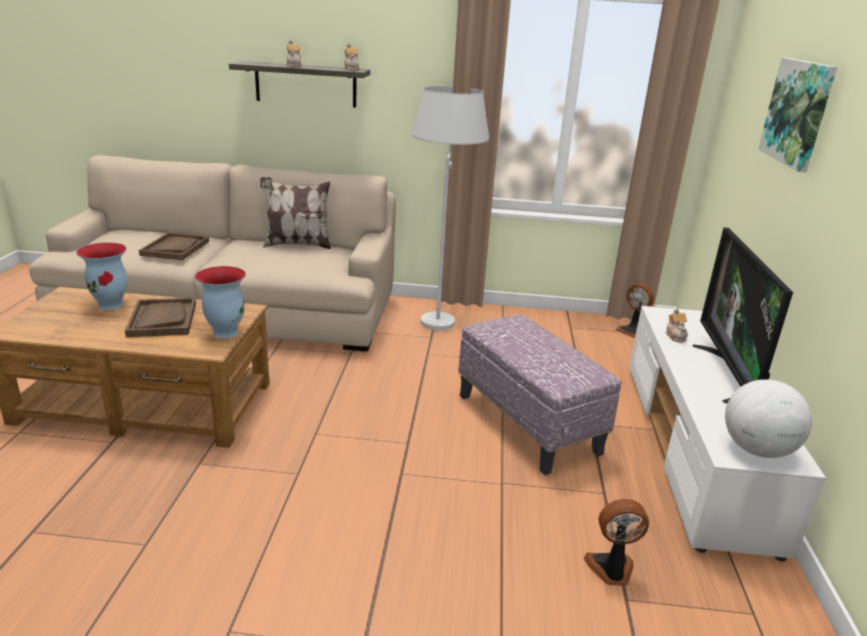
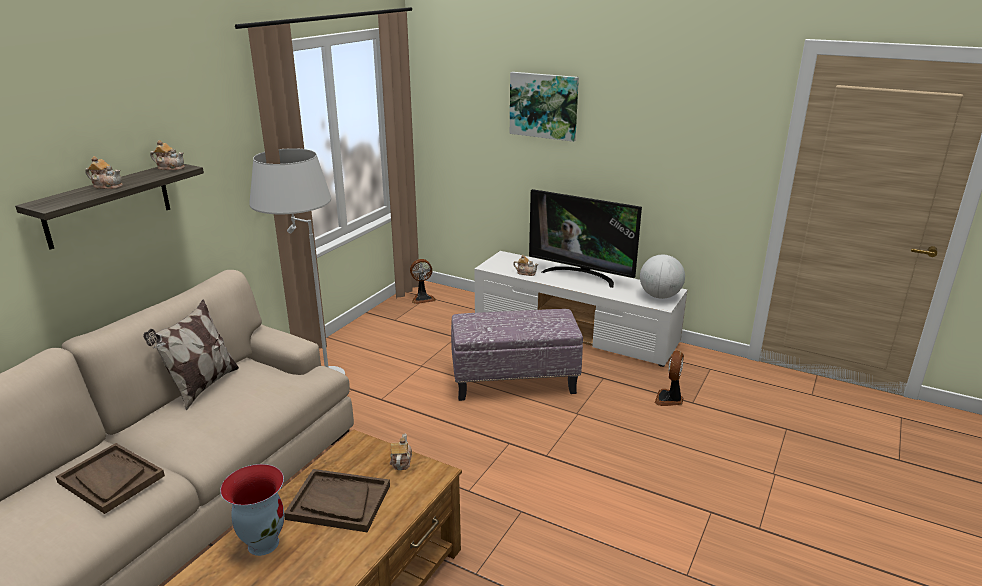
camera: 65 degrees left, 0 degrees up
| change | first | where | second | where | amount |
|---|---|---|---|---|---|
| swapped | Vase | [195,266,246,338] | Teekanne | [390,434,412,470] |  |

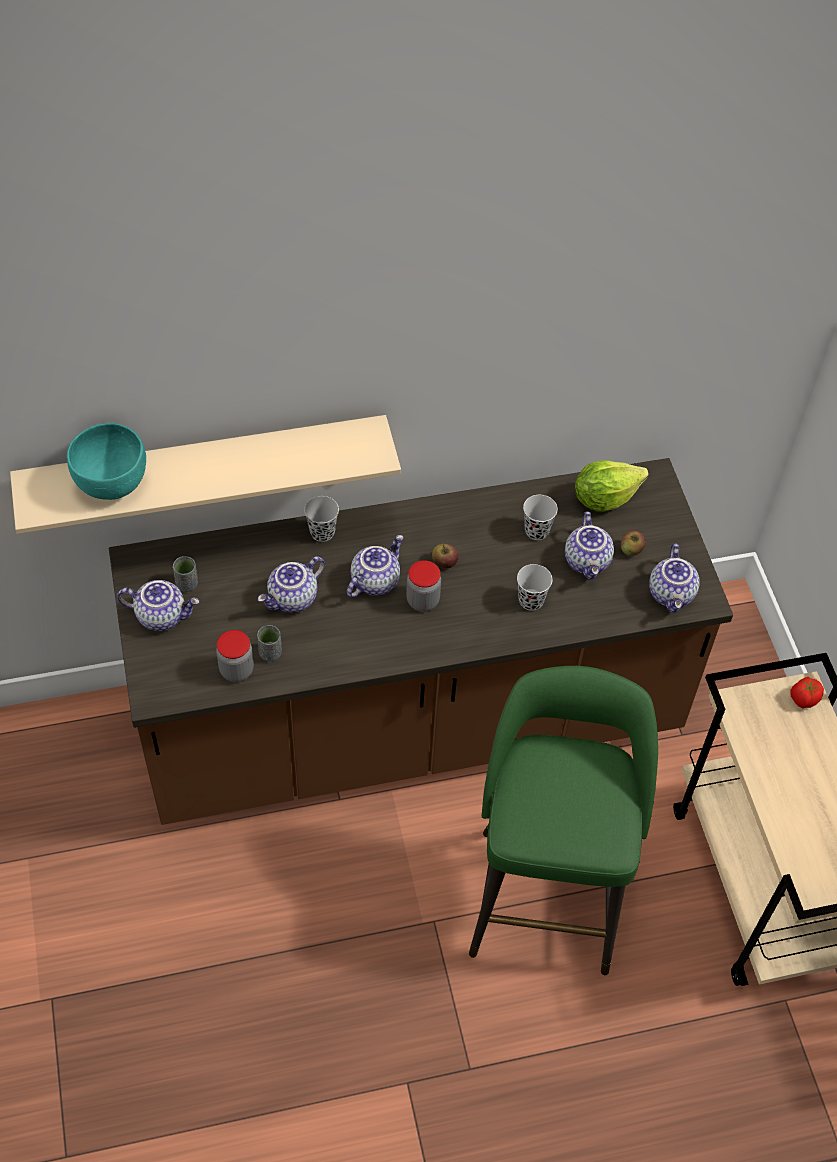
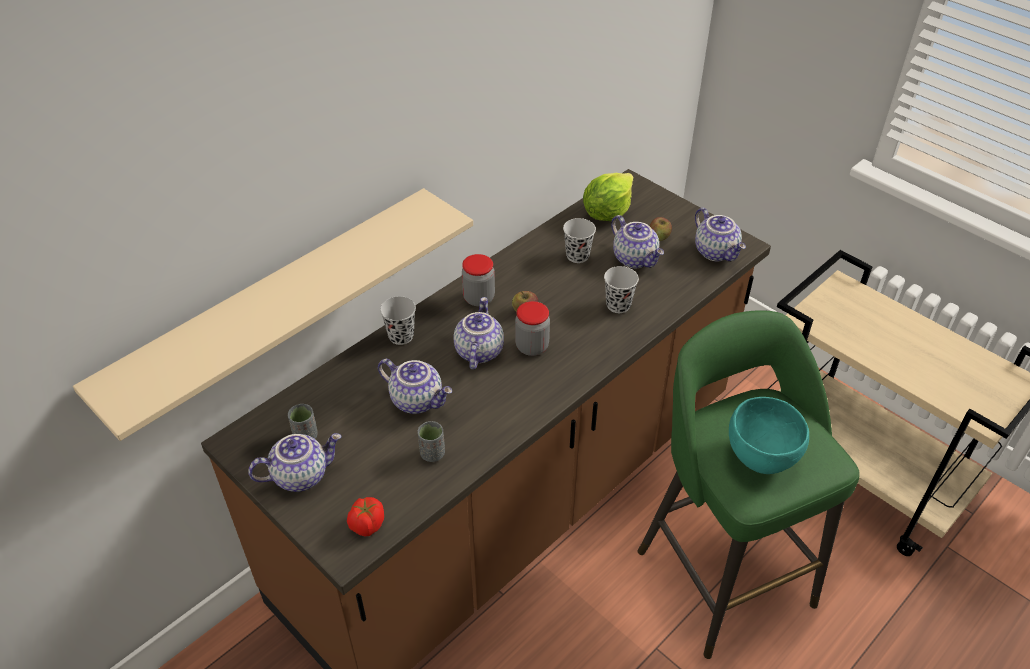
camera: 30 degrees left, 10 degrees down
| change | first | where | second | where | amount |
|---|---|---|---|---|---|
| shifted | Schüssel/türkis | [67,423,146,500] |  | [729,397,809,474] |  |
| shifted | Vorratsglas | [216,630,254,682] |  | [462,254,495,306] |  |
| shifted | Tomate | [790,677,824,708] |  | [347,497,384,536] |  |
| rotated | Teekanne | [258,556,325,613] |  | [378,359,452,414] | 75 degrees counterclockwise |

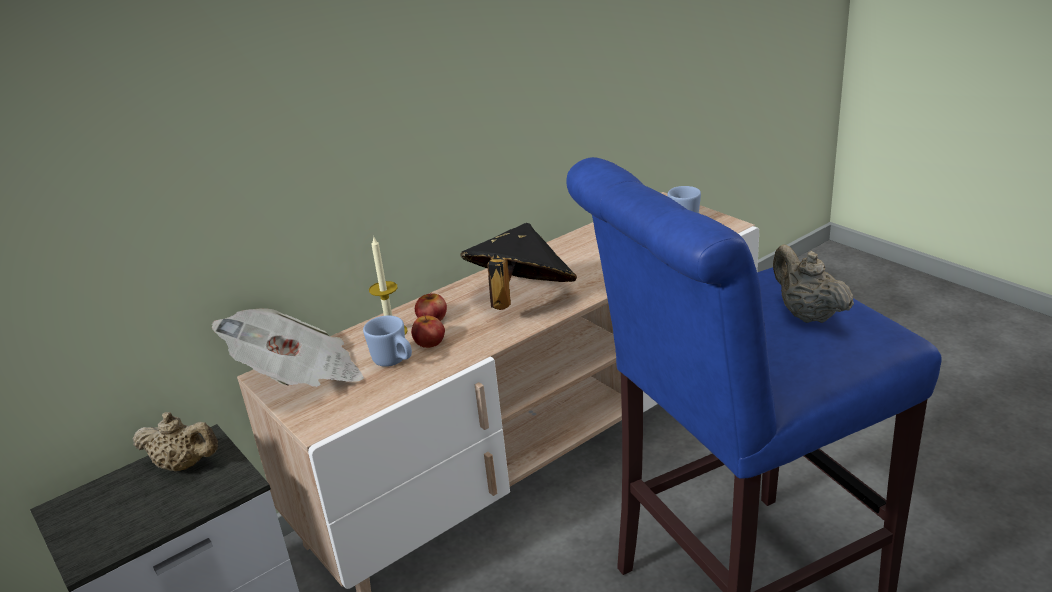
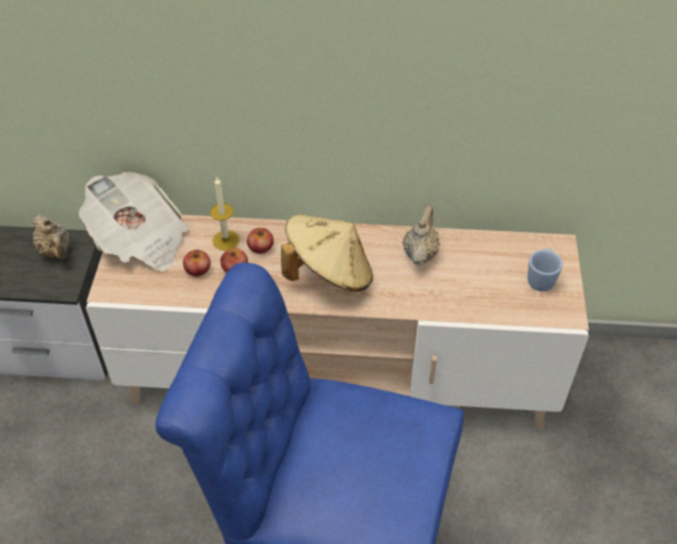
camera: 40 degrees right, 20 degrees up
| change | first | where | second | where | amount |
|---|---|---|---|---|---|
| shifted | Teekanne/beige | [773,245,854,323] |  | [403,206,440,266] |  |
| swapped | Henkelbecher/blau | [363,316,412,367] | Apfel | [183,250,211,277] |  |
| repainted | Hut/schwarz | [460,223,577,310] | Hut/beige | [281,215,373,292] |  |

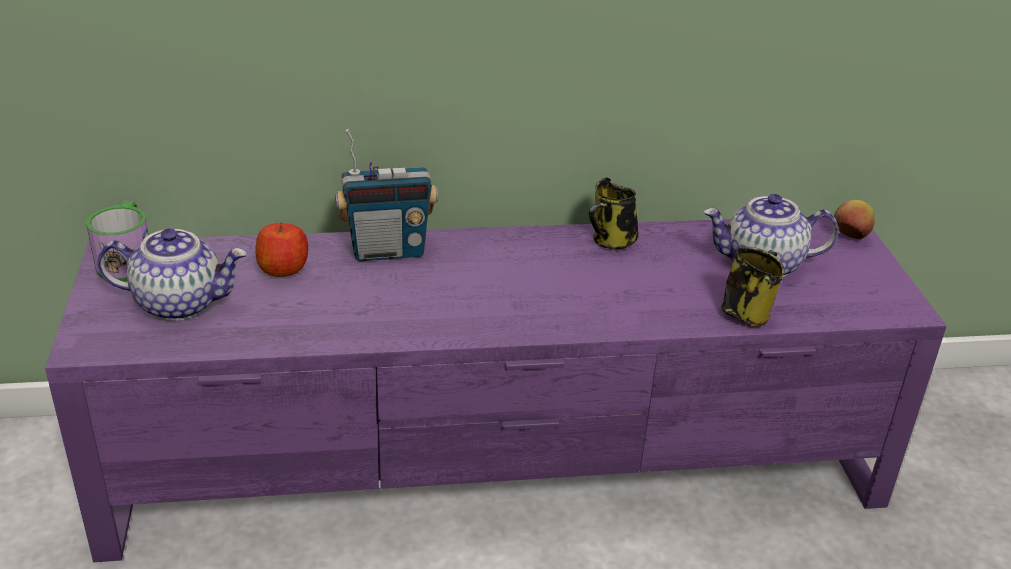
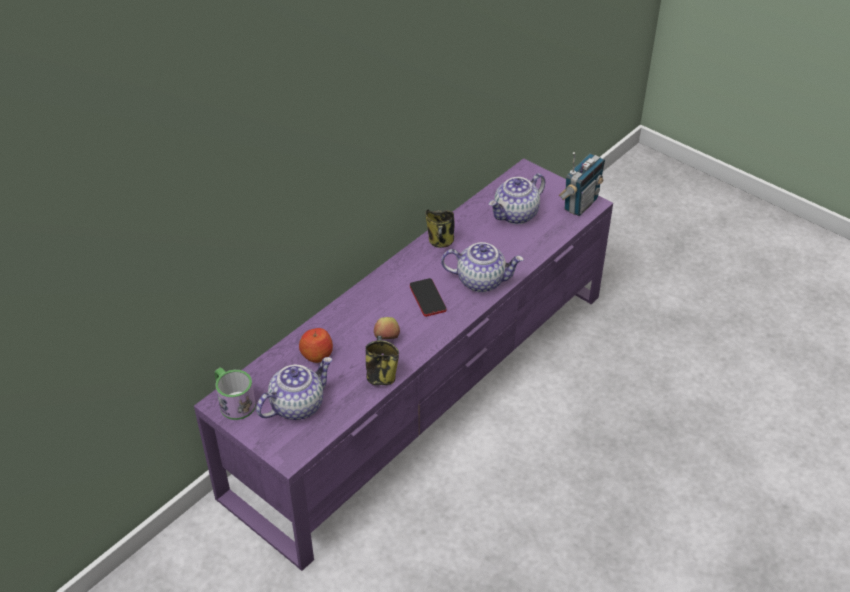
camera: 40 degrees left, 10 degrees up
| change | first | where | second | where | amount |
|---|---|---|---|---|---|
| new |  |  | Handy | [410,278,447,317] |  |
| new |  |  | Teekanne | [441,242,524,292] |  |
| shifted | Radio | [335,129,438,261] |  | [559,152,605,216] |  |
| shifted | Henkelbecher | [721,246,785,327] |  | [366,336,399,385] |  |
| shifted | Apfel | [834,200,875,239] |  | [374,317,400,339] |  |

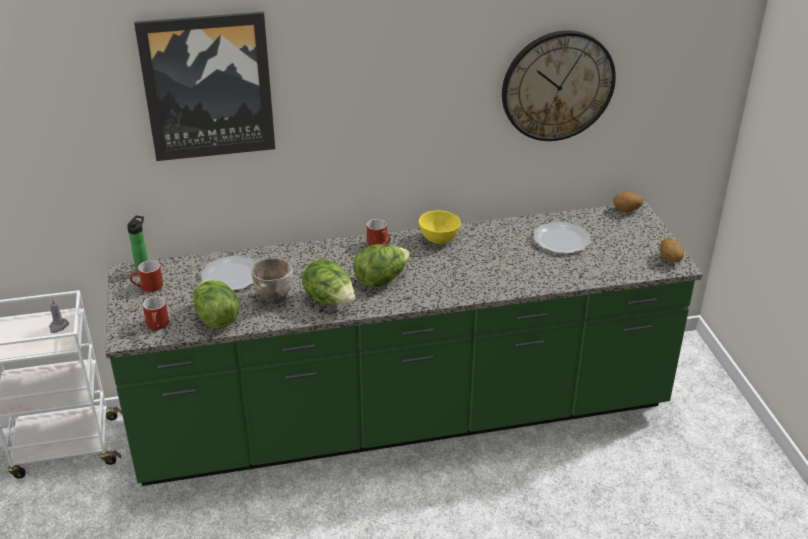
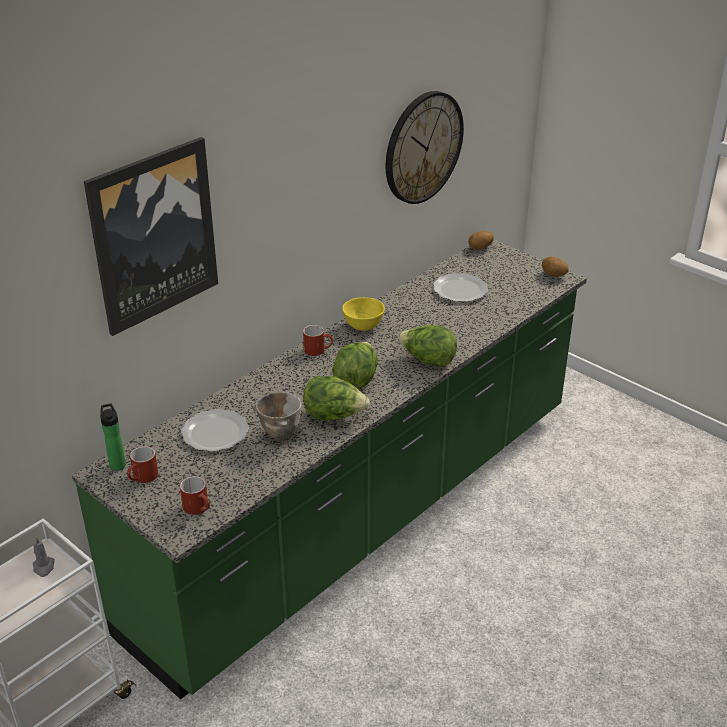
camera: 35 degrees left, 0 degrees up
| change | first | where | second | where | amount |
|---|---|---|---|---|---|
| shifted | Salatkopf | [193,280,239,329] |  | [397,325,457,367] |  |

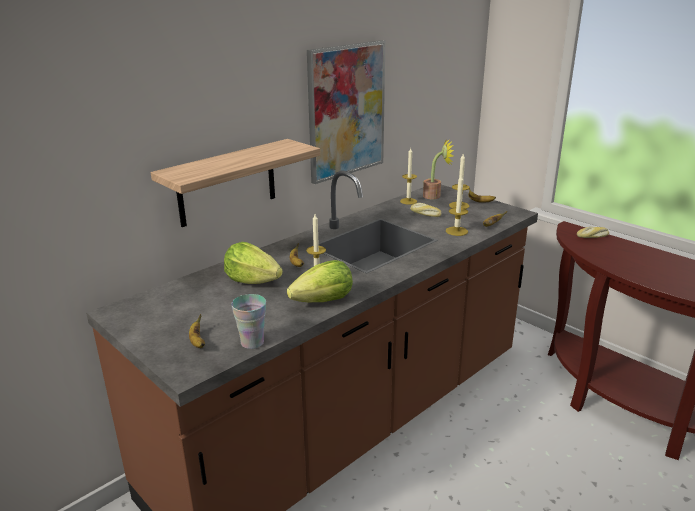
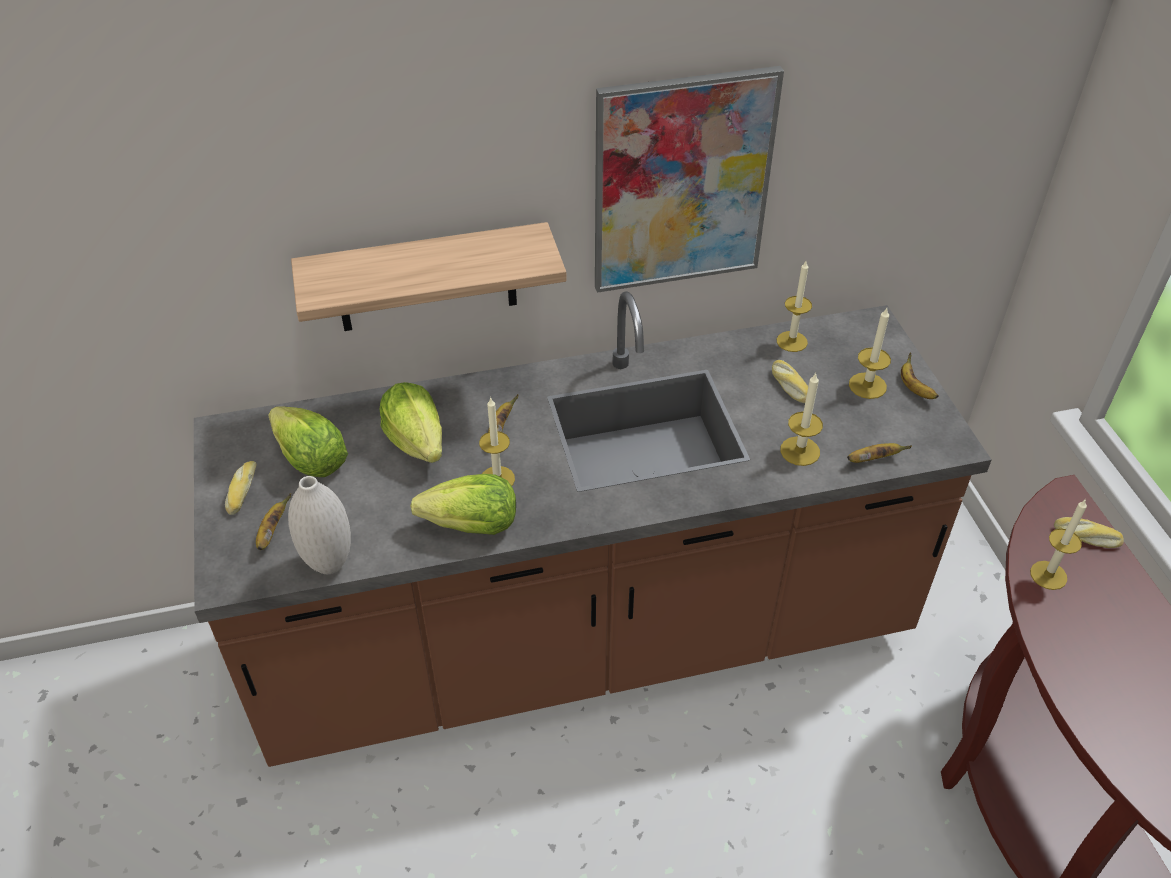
camera: 30 degrees right, 20 degrees up
| change | first | where | second | where | amount |
|---|---|---|---|---|---|
| gone | Topfpflanze | [423,139,454,199] |  |  |  |
| new |  |  | Brot | [225,461,257,515] |  |
| new |  |  | Salatkopf | [268,406,348,477] |  |
| new |  |  | Kerze | [1030,499,1087,590] |  |
| swapped | Tasse | [231,294,266,349] | Vase/weiß | [288,476,351,574] |  |

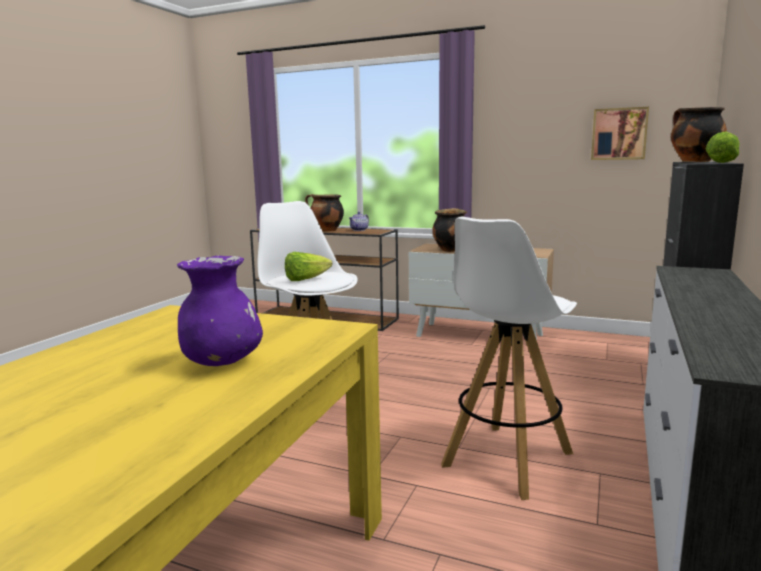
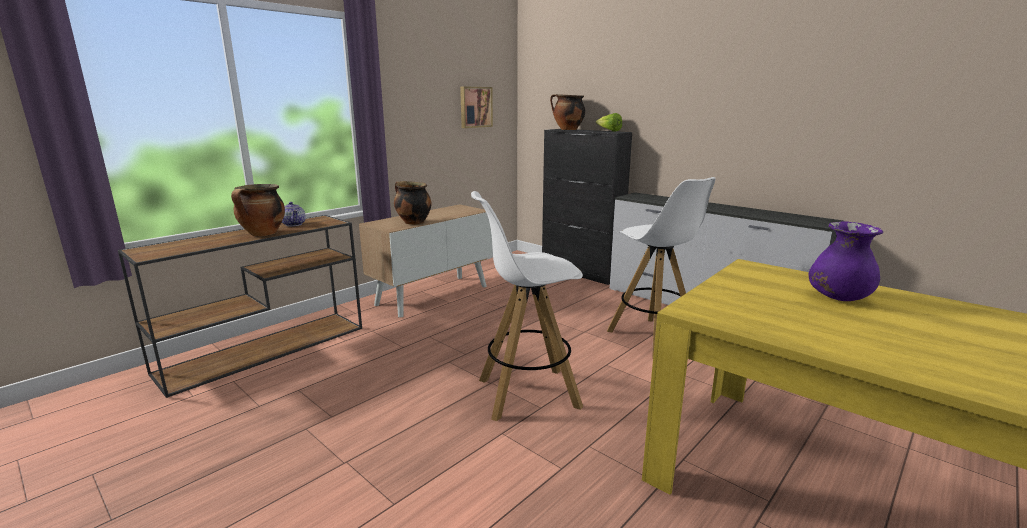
camera: 70 degrees left, 5 degrees up
| change | first | where | second | where | amount |
|---|---|---|---|---|---|
| gone | Salatkopf | [285,252,332,281] |  |  |  |

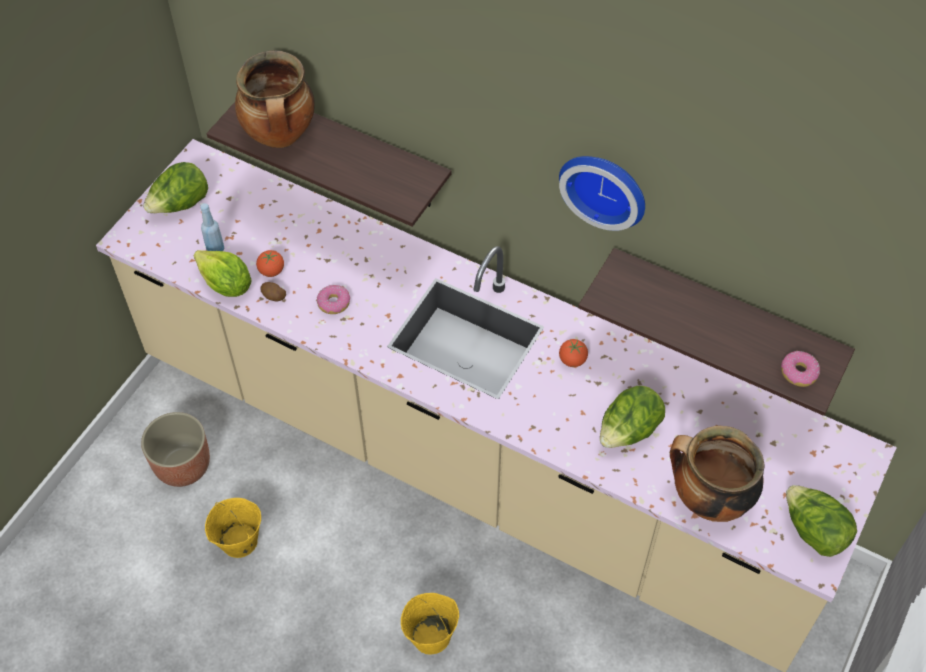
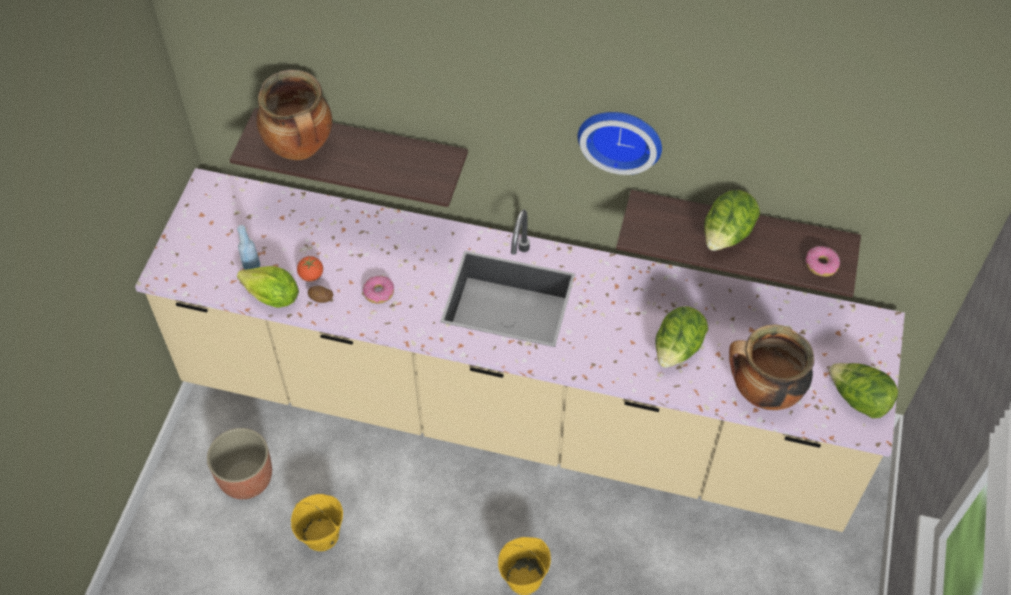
camera: 15 degrees left, 0 degrees up
| change | first | where | second | where | amount |
|---|---|---|---|---|---|
| gone | Tomate | [559,339,588,367] |  |  |  |
| shifted | Salatkopf | [143,162,208,213] |  | [704,190,760,251] |  |

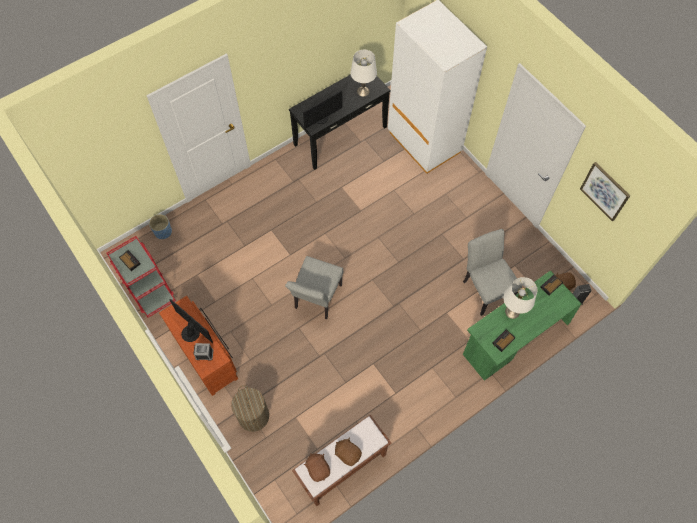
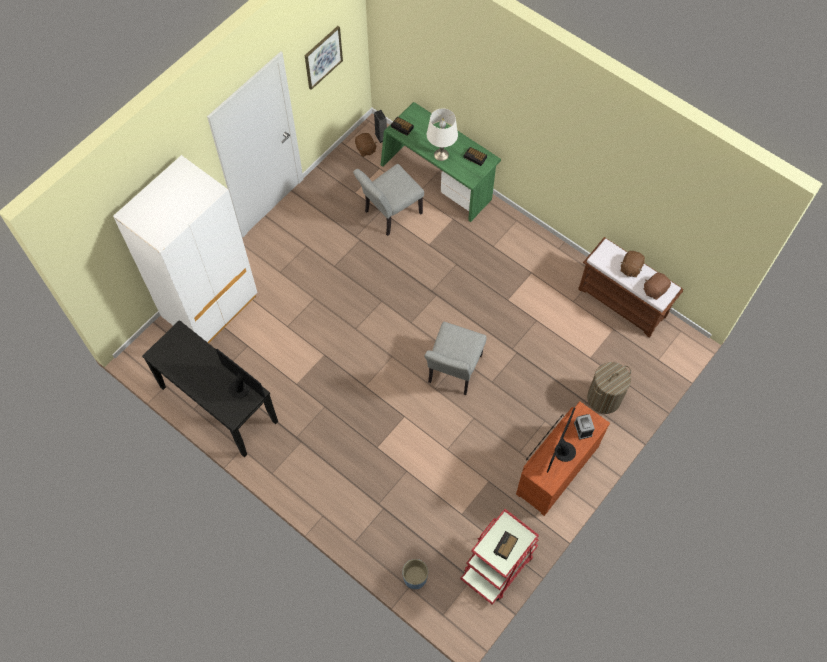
camera: 105 degrees left, 0 degrees up
| change | first | where | second | where | amount |
|---|---|---|---|---|---|
| gone | Tischlampe/weiß | [350,50,377,97] |  |  |  |
| rotated | Stuhl/grau | [285,256,343,319] |  | [424,322,486,395] | 105 degrees clockwise |

